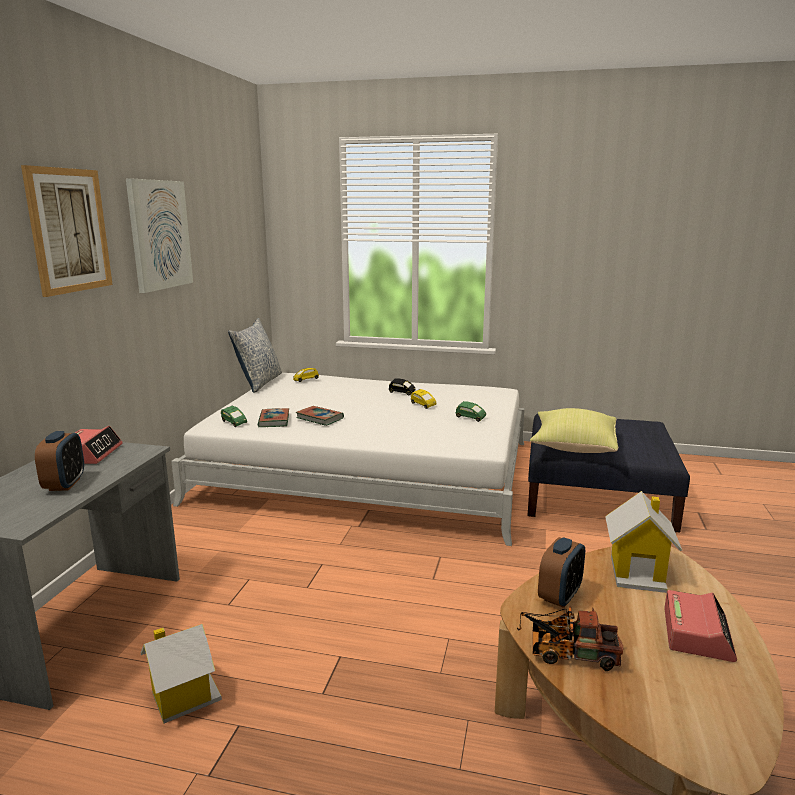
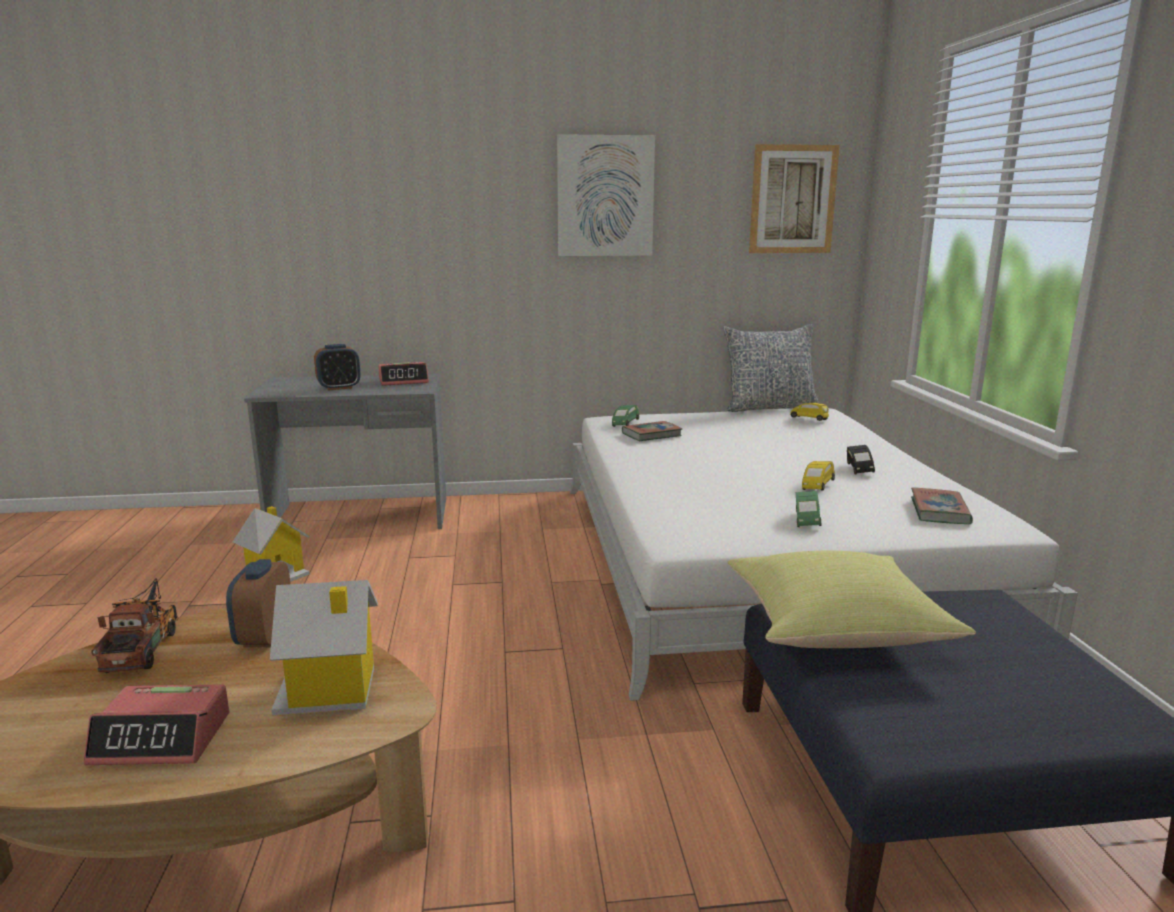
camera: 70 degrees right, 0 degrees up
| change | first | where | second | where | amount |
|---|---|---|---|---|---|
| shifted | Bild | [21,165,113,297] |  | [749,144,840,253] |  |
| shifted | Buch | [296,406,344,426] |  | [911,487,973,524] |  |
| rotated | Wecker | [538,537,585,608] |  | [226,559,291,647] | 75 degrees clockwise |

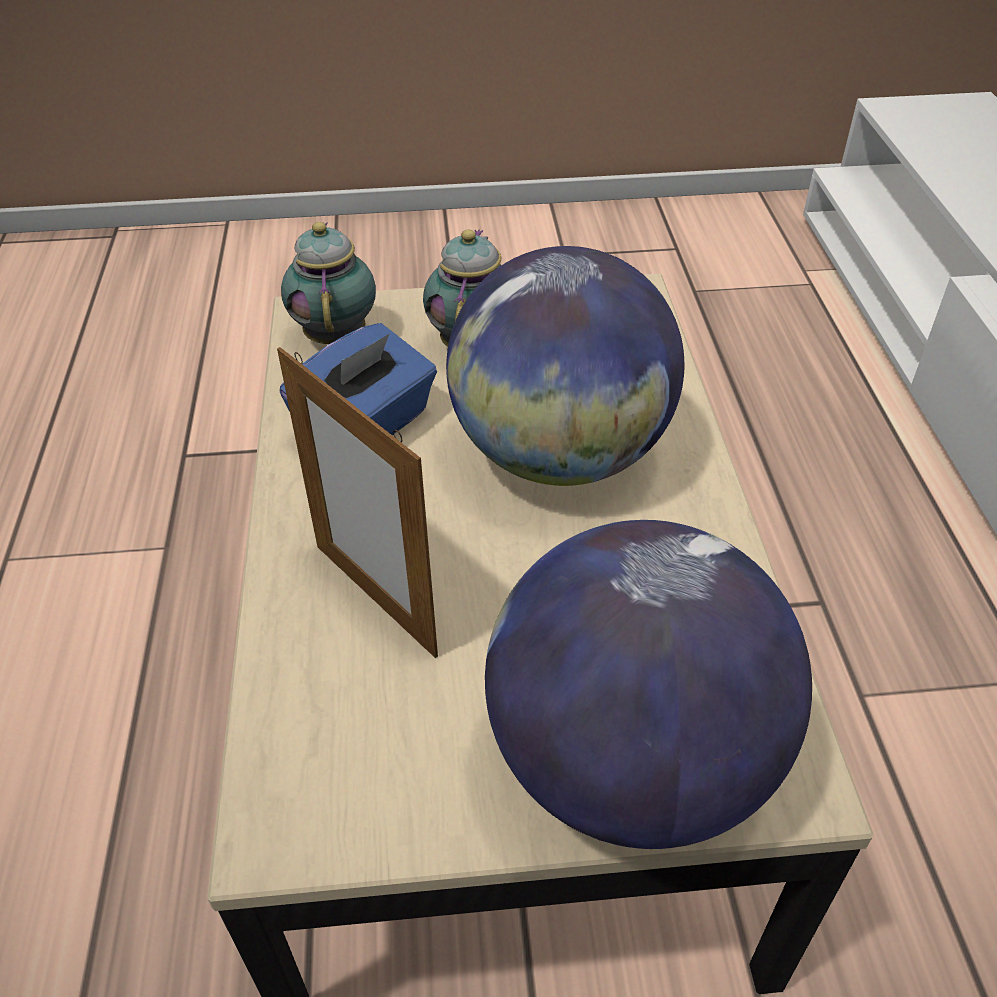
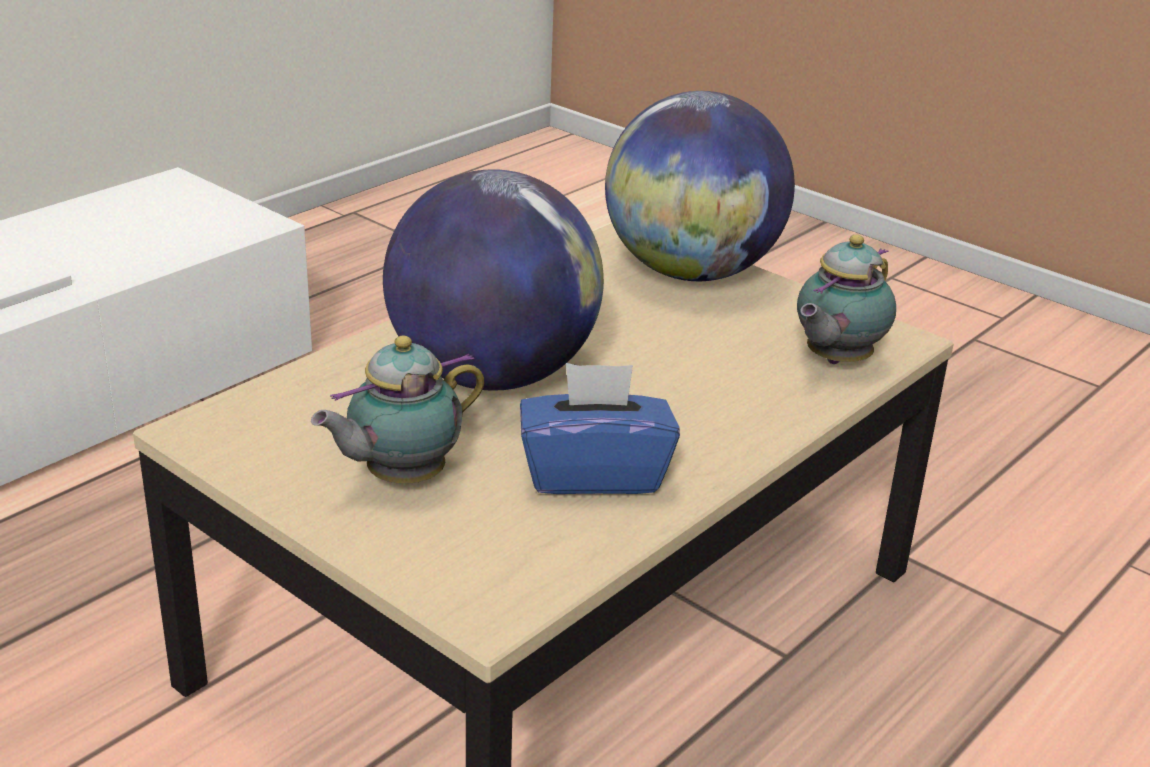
camera: 135 degrees left, 15 degrees down
| change | first | where | second | where | amount |
|---|---|---|---|---|---|
| gone | Bilderrahmen | [277,347,438,658] |  |  |  |
| shifted | Teekanne | [281,222,376,344] |  | [797,235,896,364] |  |

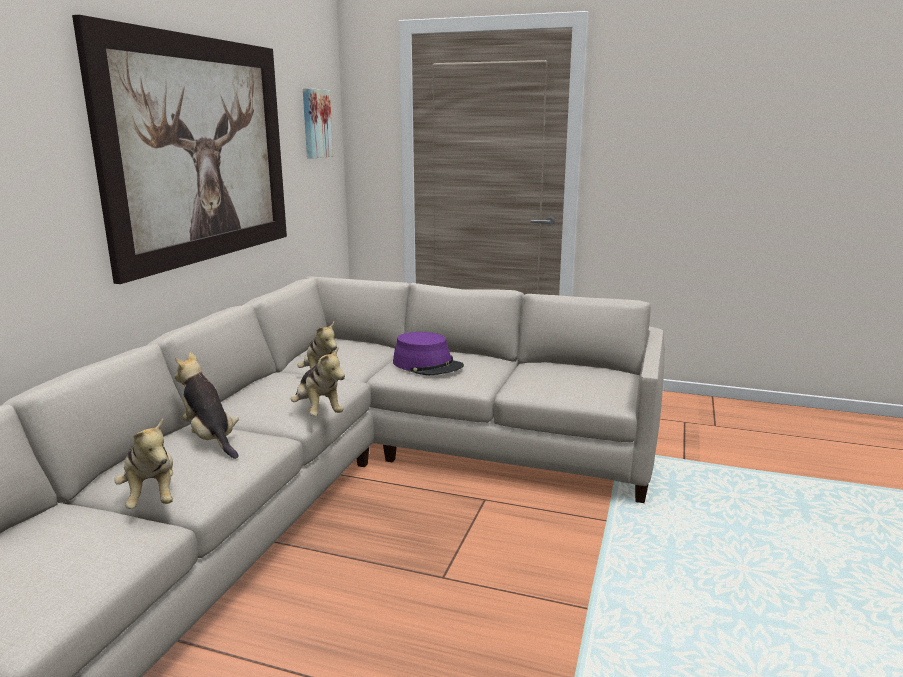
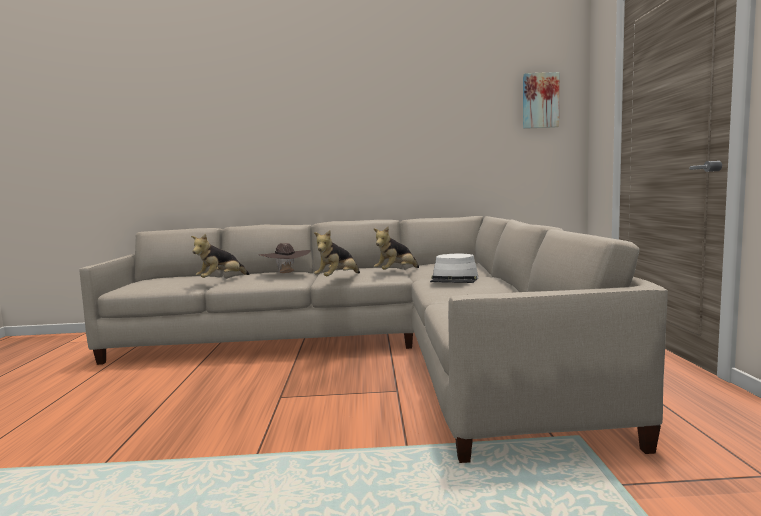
camera: 70 degrees right, 10 degrees down
| change | first | where | second | where | amount |
|---|---|---|---|---|---|
| gone | Bild | [72,15,287,284] |  |  |  |
| swapped | Plüschtier | [175,352,239,459] | Hut/braun | [258,243,311,274] |  |
| repainted | Hut/lila | [393,332,464,375] | Hut/weiß | [430,254,478,283] |  |

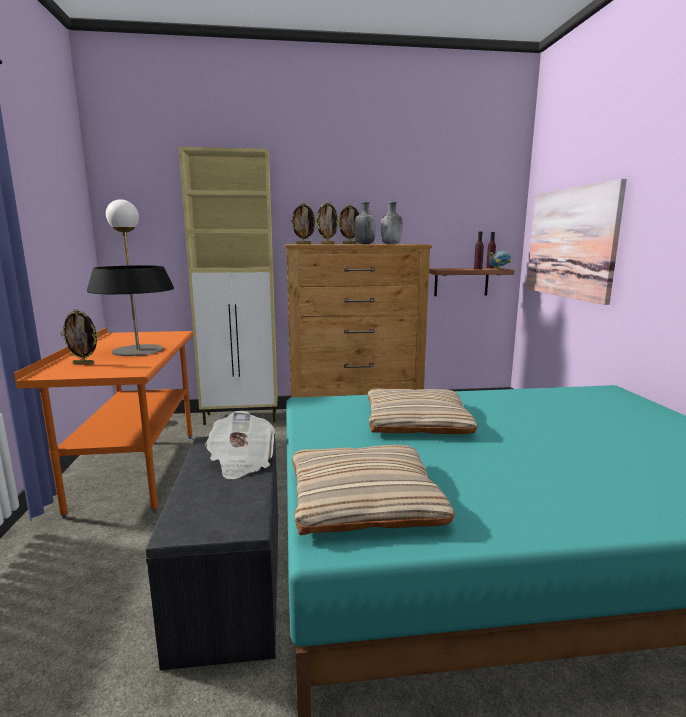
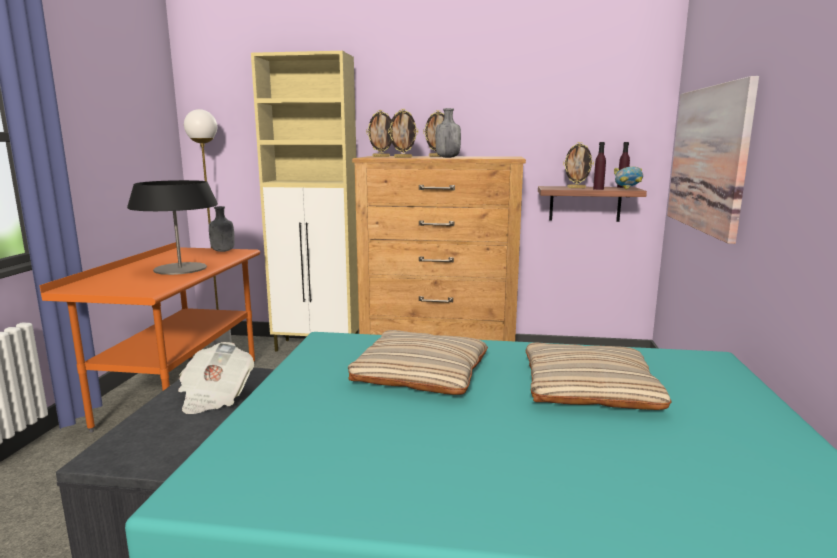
camera: 15 degrees right, 0 degrees up
| change | first | where | second | where | amount |
|---|---|---|---|---|---|
| shifted | Bilderrahmen | [61,309,98,365] |  | [563,142,594,188] |  |
| shifted | Kissen/beige | [292,445,455,535] |  | [525,343,672,410] |  |
| shifted | Flasche/grau | [381,202,403,244] |  | [209,206,235,252] |  |

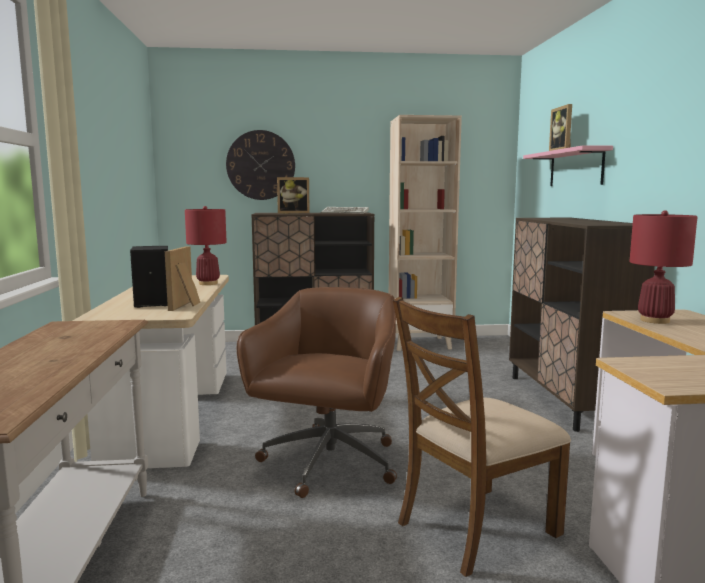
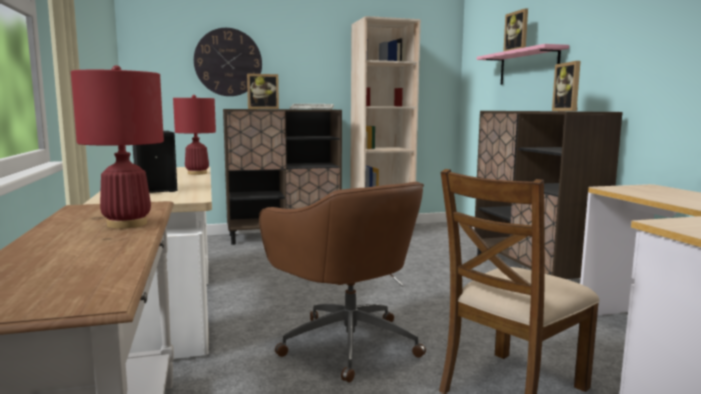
camera: 10 degrees left, 0 degrees up
| change | first | where | second | where | amount |
|---|---|---|---|---|---|
| shifted | Bilderrahmen | [165,246,200,311] |  | [552,61,581,111] |  |
| shifted | Tischlampe/rot | [629,211,698,324] |  | [71,65,164,229] |  |
| rotated | Bürostuhl/braun | [237,287,397,498] |  | [259,182,426,383] | 135 degrees clockwise |

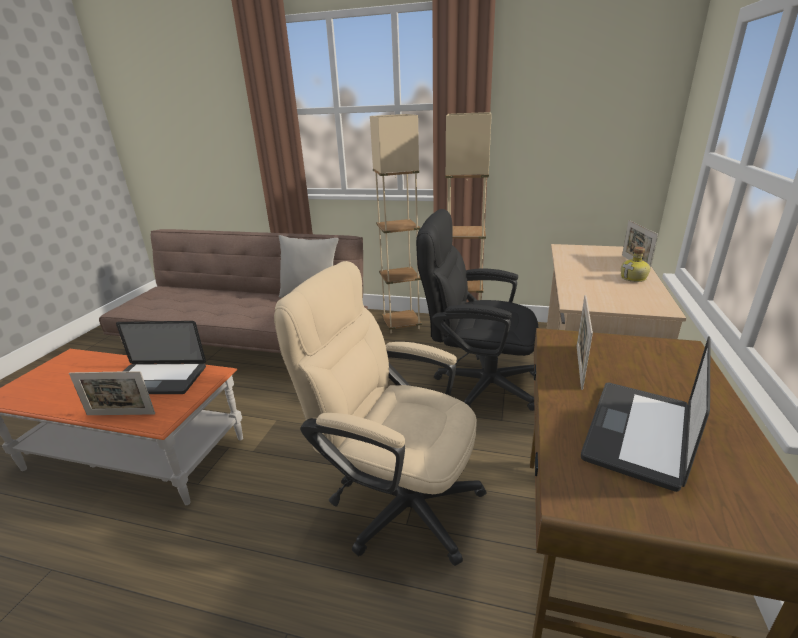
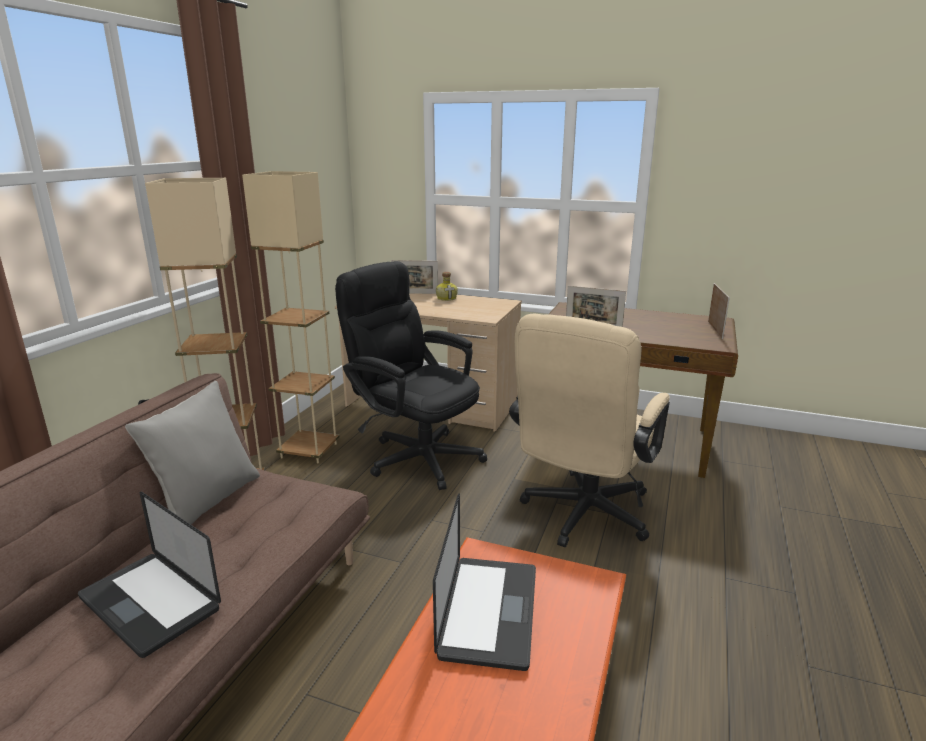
camera: 85 degrees left, 5 degrees down
| change | first | where | second | where | amount |
|---|---|---|---|---|---|
| shifted | Bilderrahmen | [69,371,155,415] |  | [708,283,730,339] |  |
| shifted | Laptop | [581,336,711,492] |  | [78,492,221,658] |  |
| rotated | Bürostuhl/schwarz | [416,209,538,411] |  | [335,261,487,490] | 105 degrees clockwise |

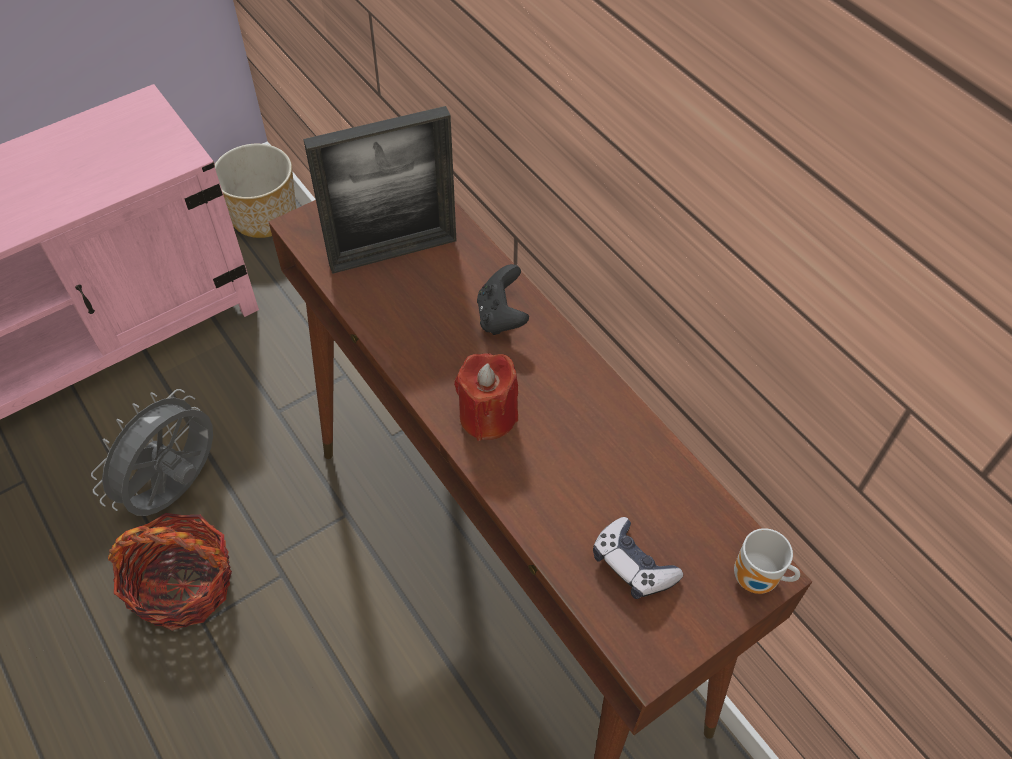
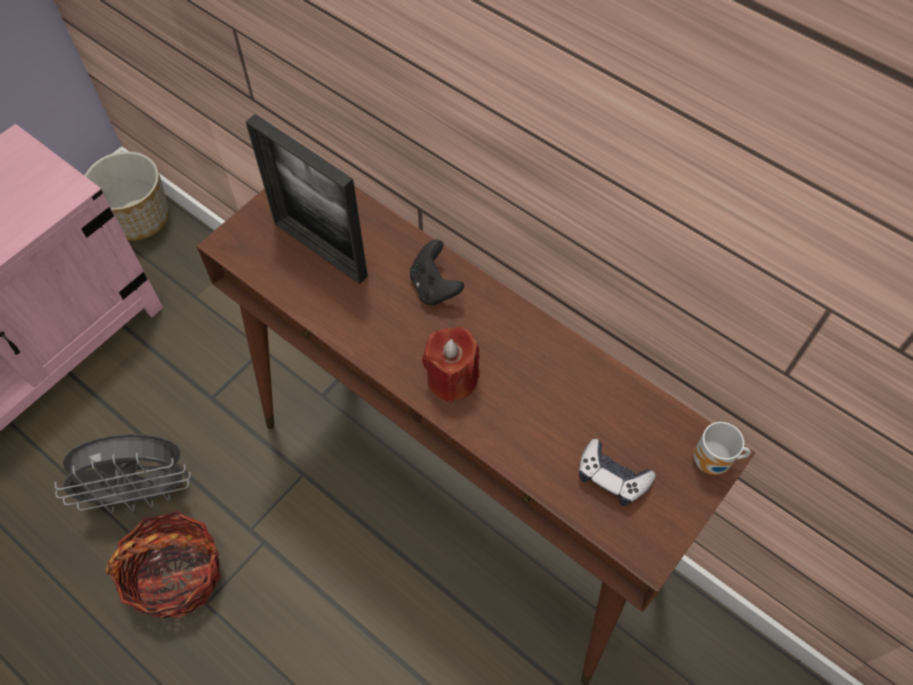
camera: 15 degrees left, 5 degrees up
| change | first | where | second | where | amount |
|---|---|---|---|---|---|
| rotated | Ventilator/grau | [91,389,213,516] |  | [55,434,191,513] | 120 degrees counterclockwise |
| rotated | Bilderrahmen | [303,106,456,274] |  | [245,114,368,284] | 75 degrees clockwise |

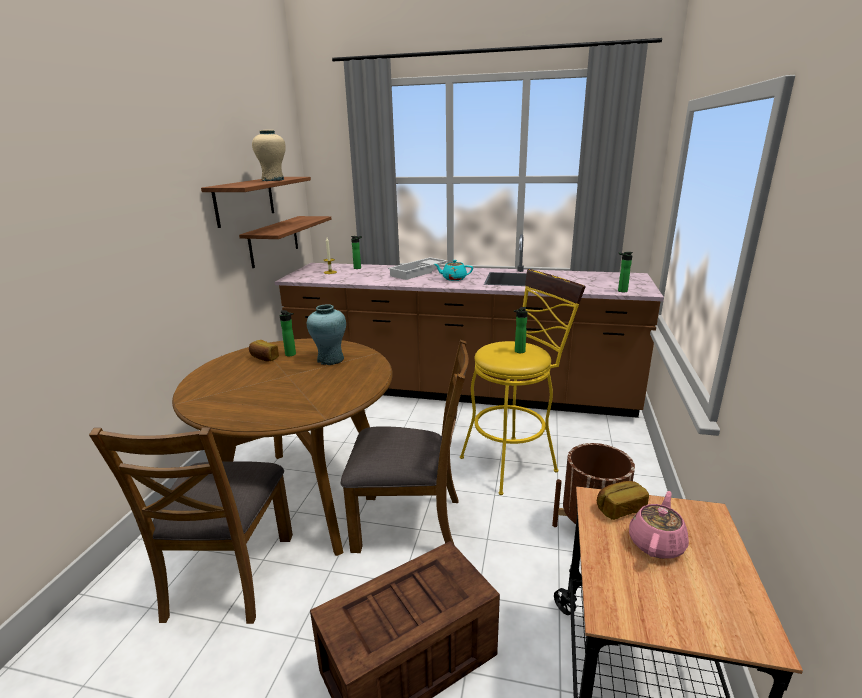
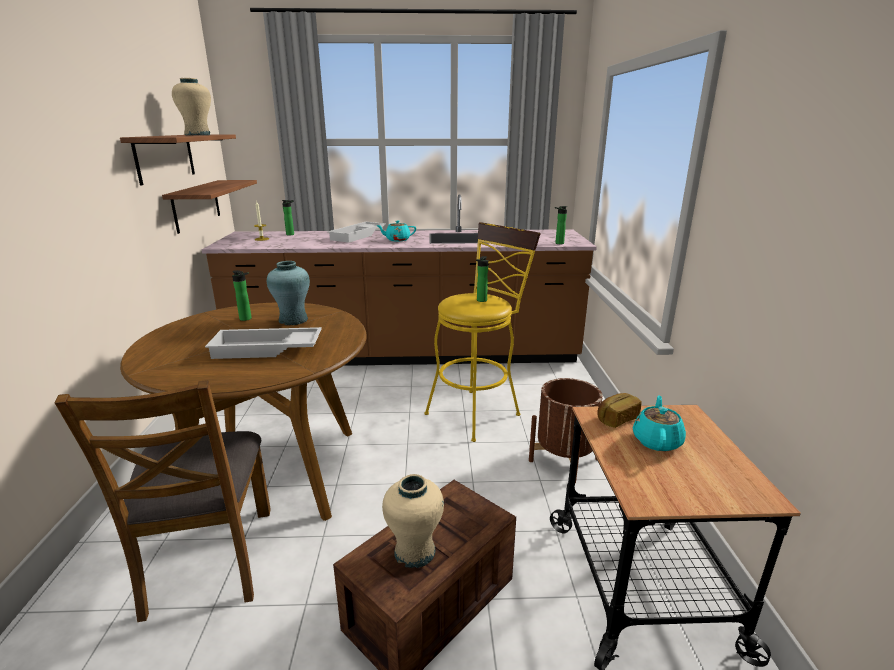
camera: 15 degrees left, 0 degrees up
| change | first | where | second | where | amount |
|---|---|---|---|---|---|
| gone | Brot | [249,340,279,362] |  |  |  |
| gone | Stuhl/braun | [341,340,469,553] |  |  |  |
| new |  |  | Tablett/weiß | [205,327,322,359] |  |
| new |  |  | Vase/beige | [382,474,444,568] |  |
| repainted | Teekanne/rosa | [629,491,689,559] | Teekanne/türkis | [633,395,686,451] |  |

